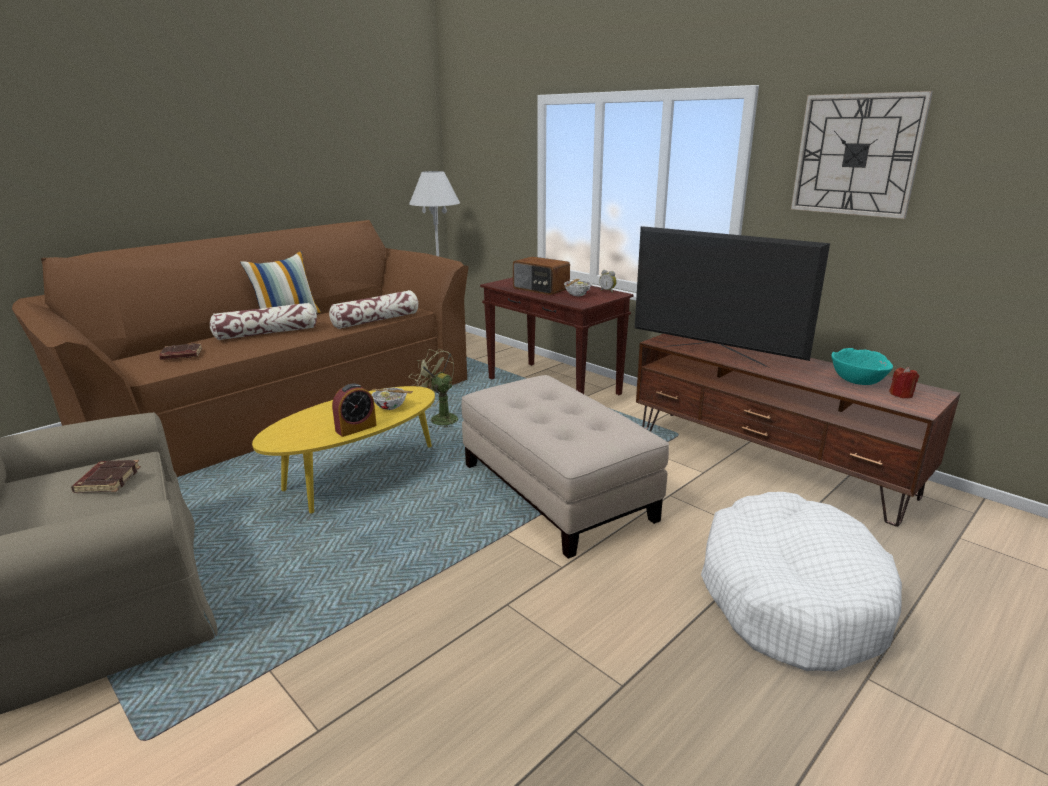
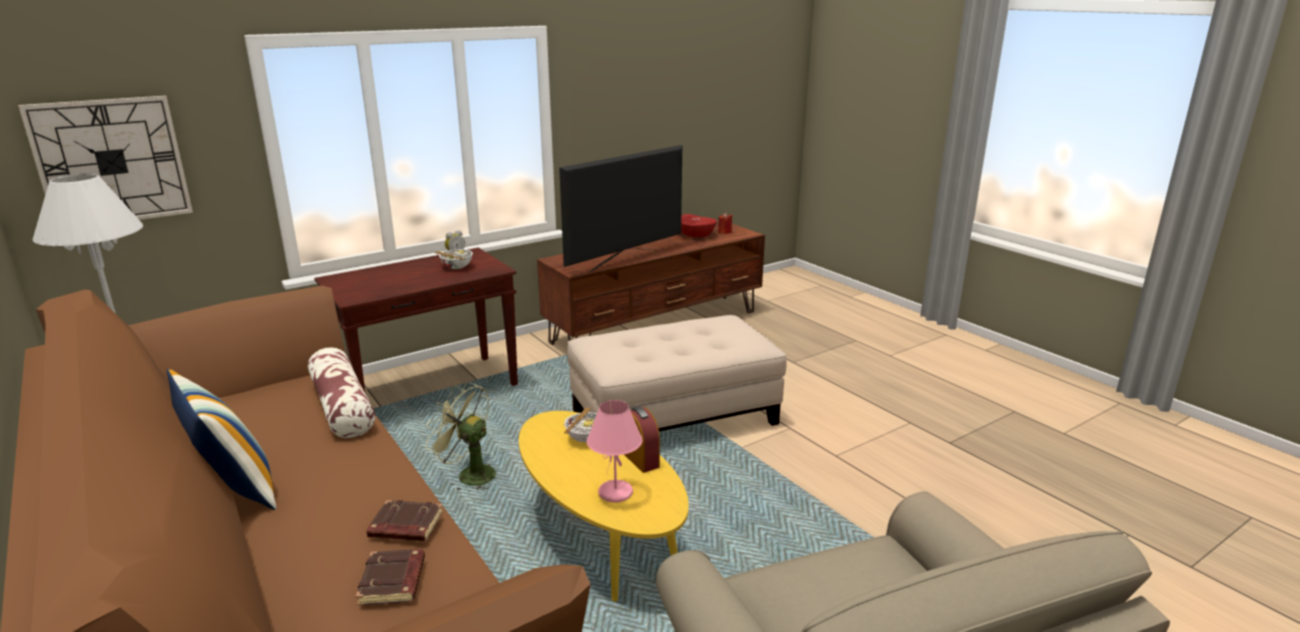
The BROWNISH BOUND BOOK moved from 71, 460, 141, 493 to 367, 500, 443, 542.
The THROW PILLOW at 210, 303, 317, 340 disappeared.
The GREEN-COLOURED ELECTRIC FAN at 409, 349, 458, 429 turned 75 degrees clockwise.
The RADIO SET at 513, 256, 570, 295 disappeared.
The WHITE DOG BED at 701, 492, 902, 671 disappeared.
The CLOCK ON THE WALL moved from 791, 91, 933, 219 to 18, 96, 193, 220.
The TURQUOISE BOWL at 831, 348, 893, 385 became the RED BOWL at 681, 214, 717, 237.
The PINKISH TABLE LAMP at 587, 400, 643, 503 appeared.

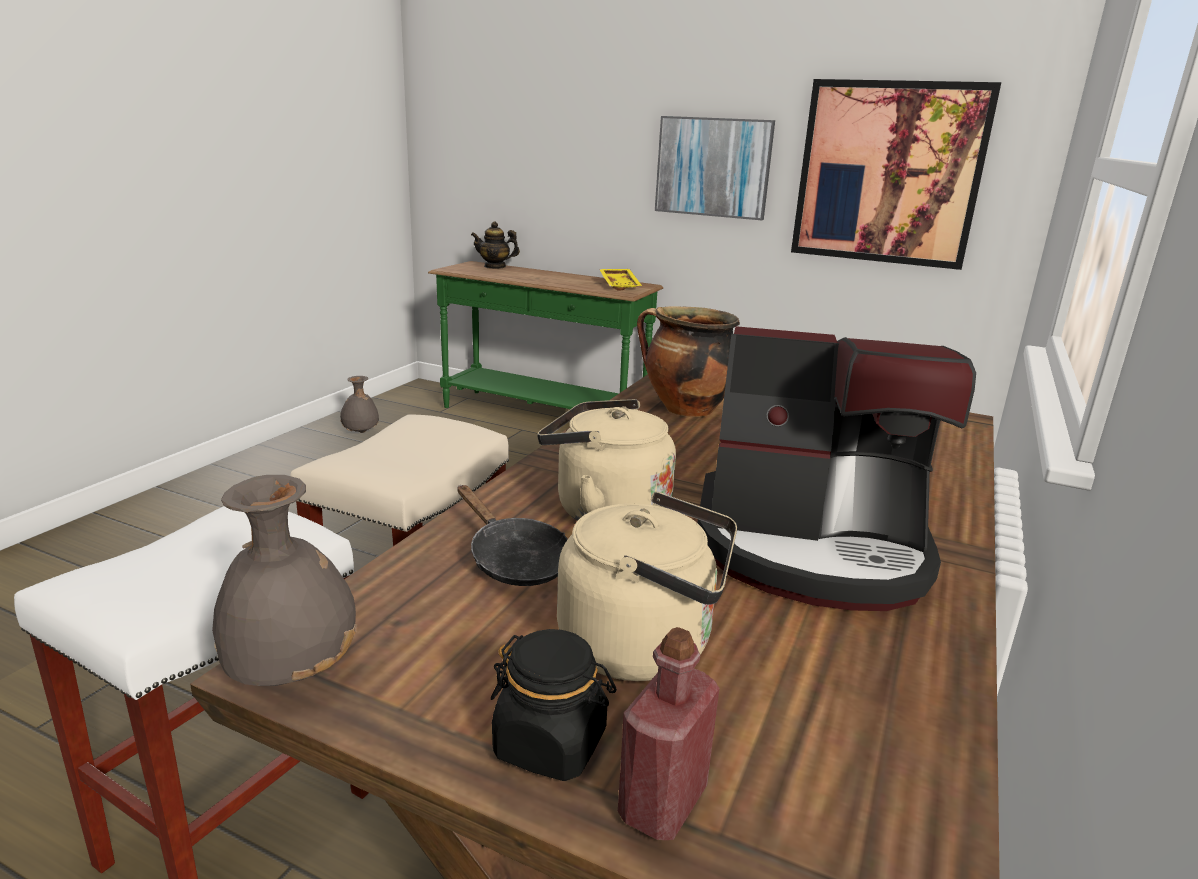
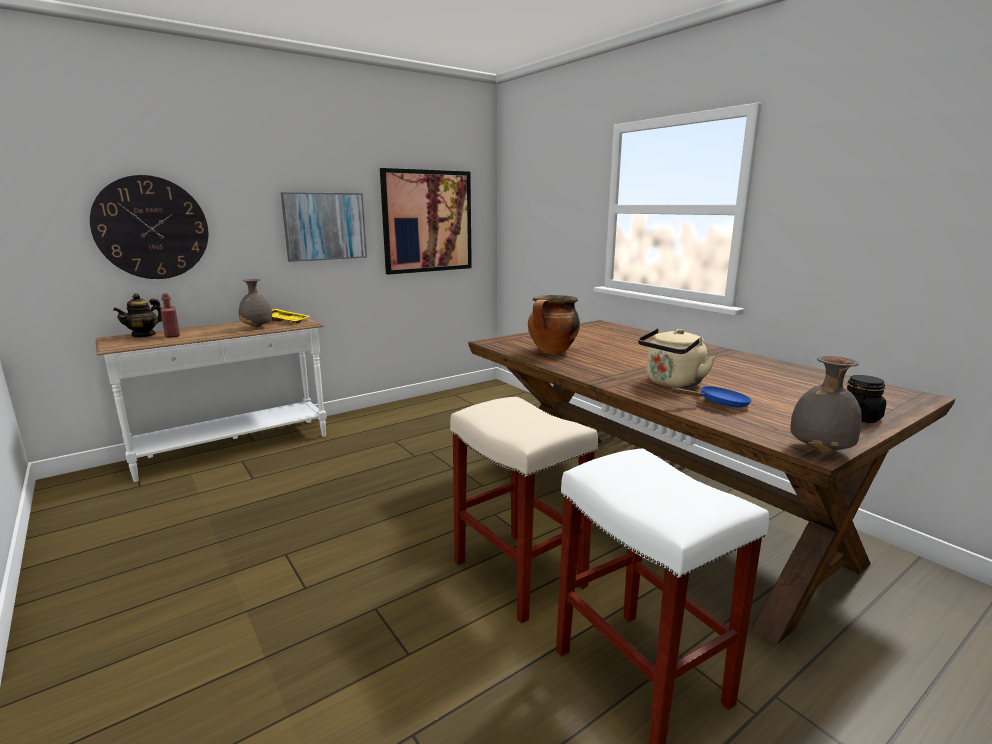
The GREY VASE moved from 340, 376, 379, 433 to 238, 279, 272, 328.
The GREEN-COLOURED NARROW TABLE at 428, 261, 663, 409 became the WHITE NARROW TABLE at 95, 317, 327, 482.
The BLACK SKILLET at 457, 485, 568, 586 became the BLUE SKILLET at 671, 386, 752, 408.
The BEIGE-COLOURED KETTLE at 557, 492, 737, 681 disappeared.
The RED DRINK BOTTLE moved from 618, 627, 720, 840 to 161, 293, 180, 338.
The COFFEE MAKER at 698, 326, 976, 611 disappeared.
The CLOCK ON THE WALL at 90, 175, 208, 279 appeared.

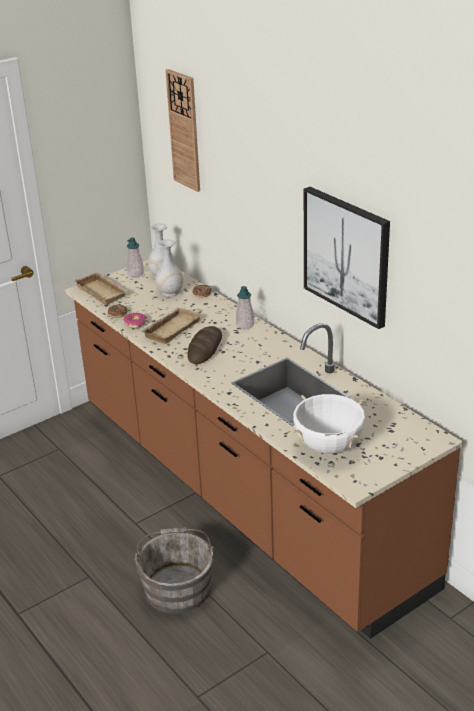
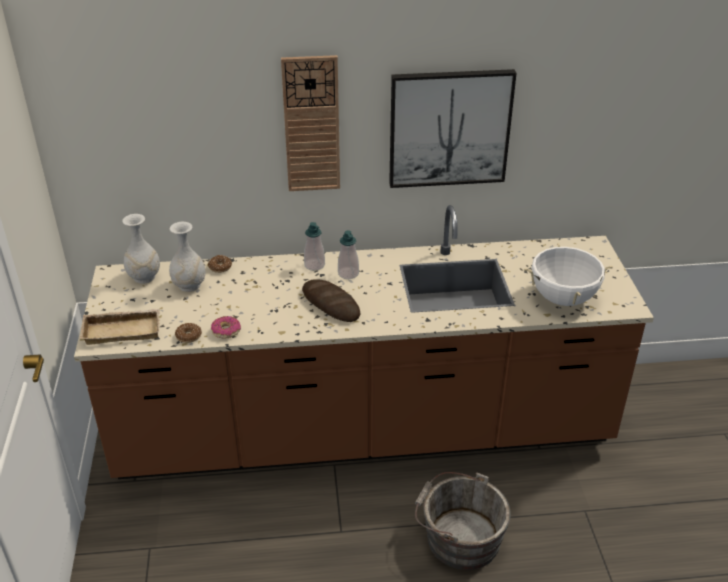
The SOAP BOTTLE moved from 127, 237, 144, 277 to 338, 230, 359, 279.
The BEIGE-COLOURED SERVING TRAY at 142, 307, 201, 344 disappeared.
The CLOCK ON THE WALL moved from 165, 69, 200, 192 to 281, 55, 340, 191.

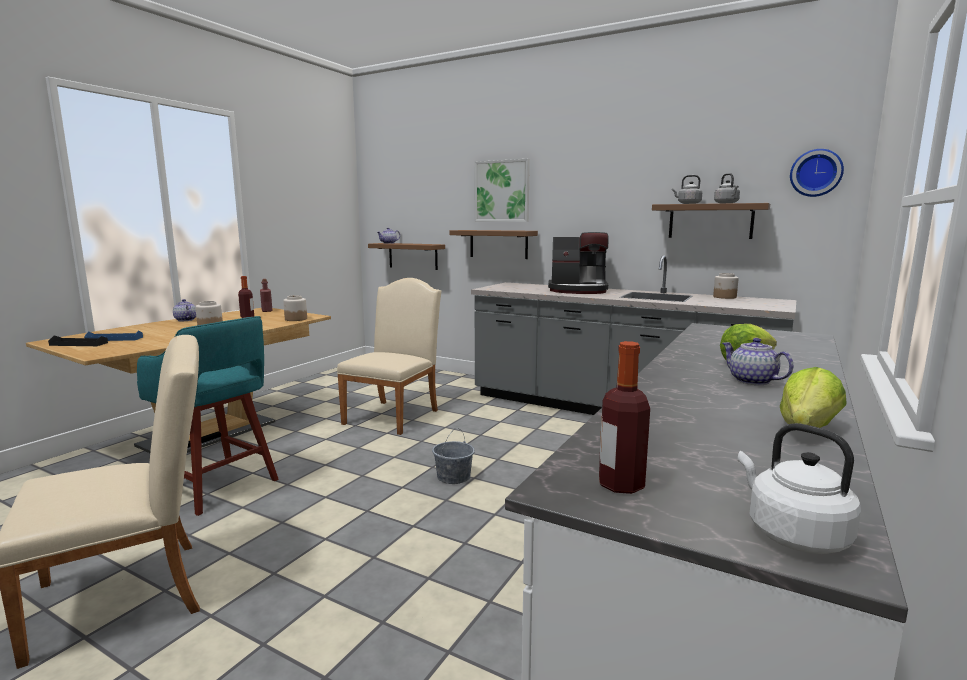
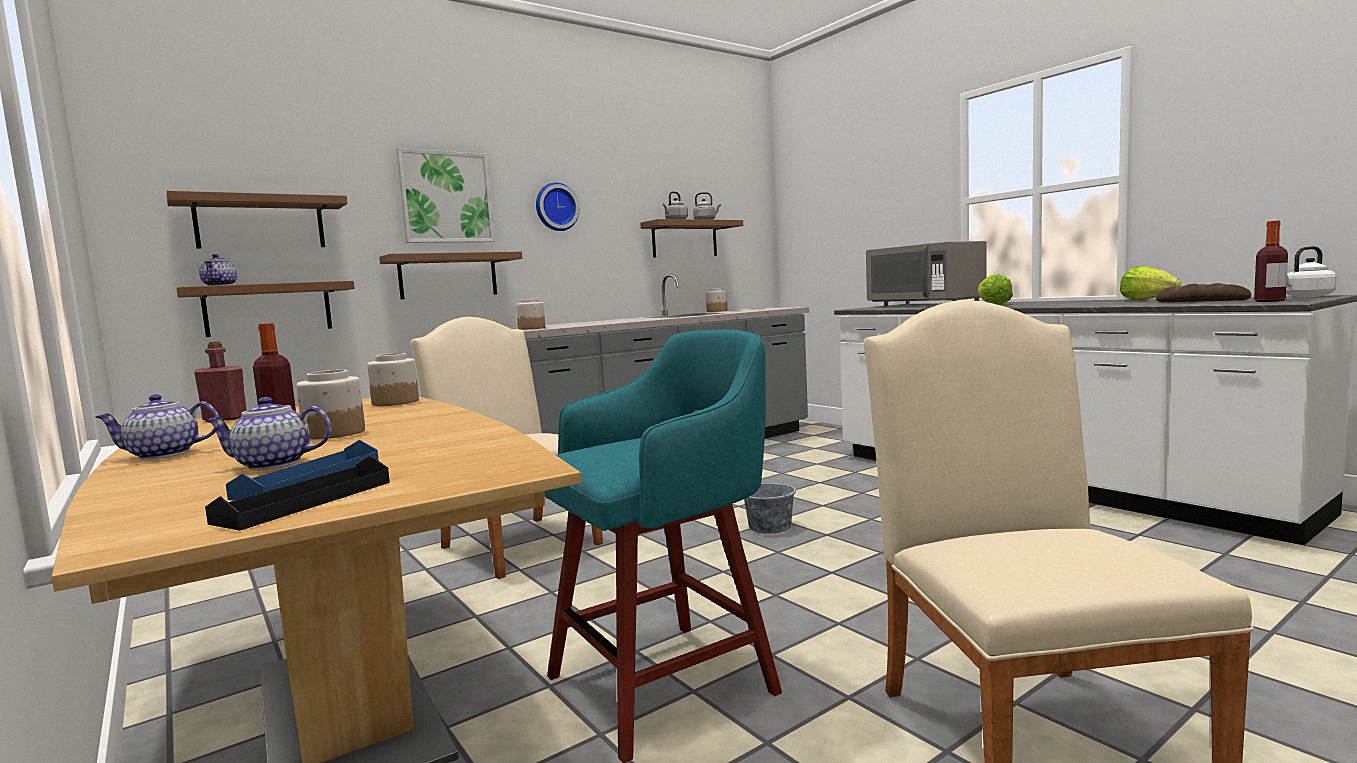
The COFFEE MAKER at 548, 232, 609, 294 disappeared.
The TEAPOT moved from 722, 338, 793, 385 to 204, 397, 331, 470.
The CLOCK ON THE WALL moved from 790, 149, 844, 197 to 536, 182, 579, 231.
The BROWNISH SHELF at 166, 191, 348, 249 appeared.
The PRESERVE JAR at 516, 299, 545, 330 appeared.
The GREY KITCHEN MICROWAVE at 866, 241, 987, 306 appeared.
The BAKERY BREAD at 1156, 283, 1252, 302 appeared.

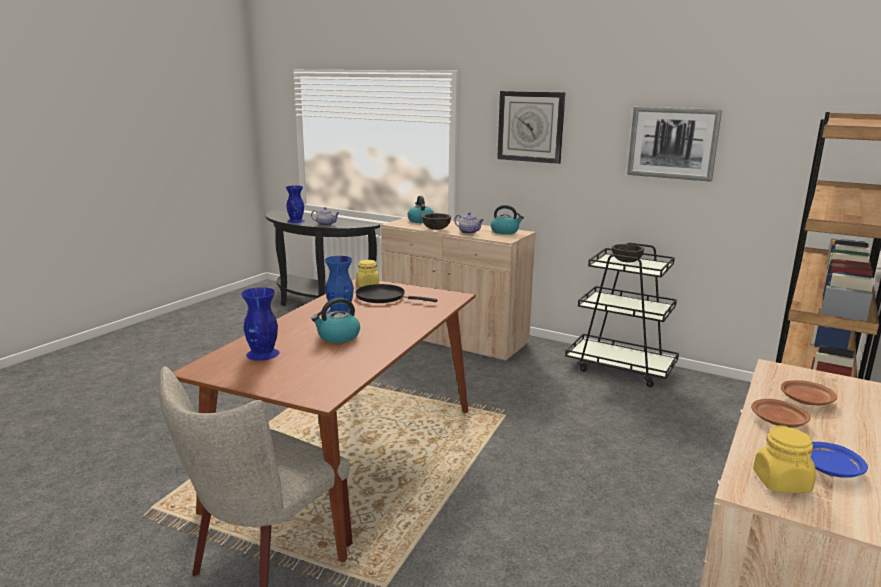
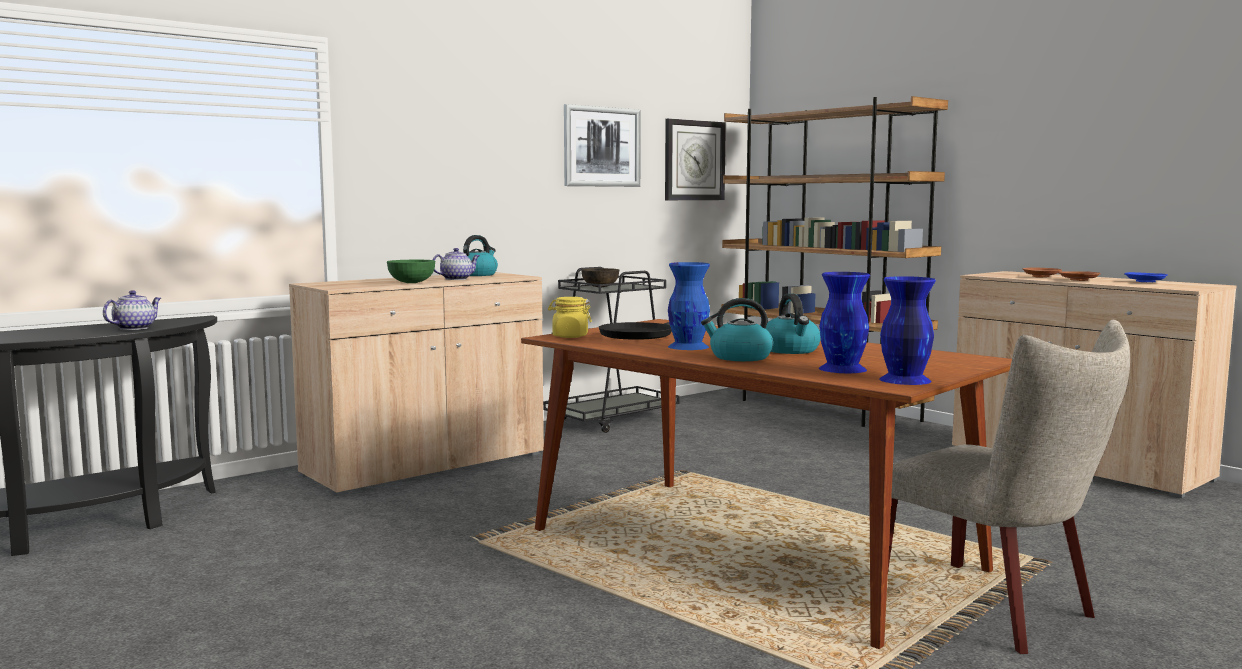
The BLUE VASE moved from 286, 185, 305, 223 to 879, 276, 936, 385.
The KETTLE moved from 408, 196, 434, 223 to 701, 298, 773, 361.
The BROWNISH BOWL at 422, 213, 451, 230 became the GREEN-COLOURED BOWL at 387, 260, 435, 283.
The CLOCK ON THE WALL moved from 497, 91, 565, 164 to 665, 118, 726, 200.
The YELLOW-COLOURED PRESERVE JAR at 753, 425, 816, 493 disappeared.

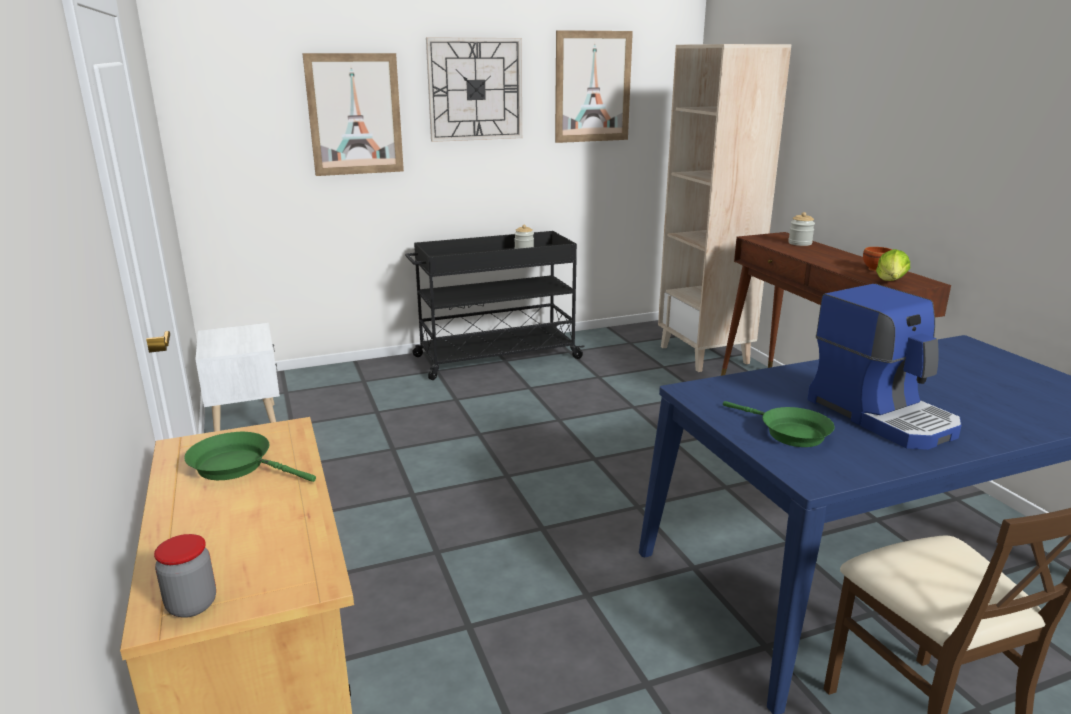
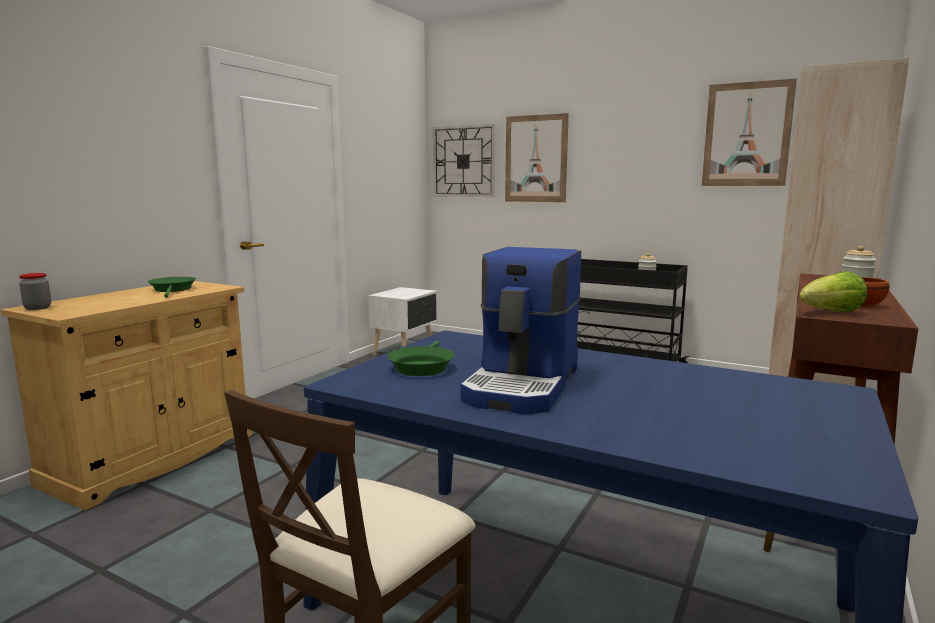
The CLOCK ON THE WALL moved from 426, 37, 522, 142 to 433, 124, 495, 197.

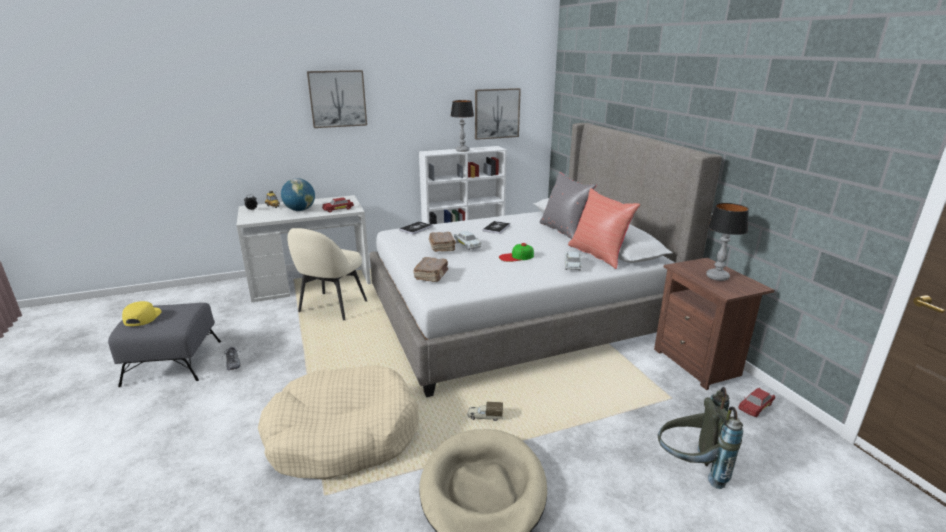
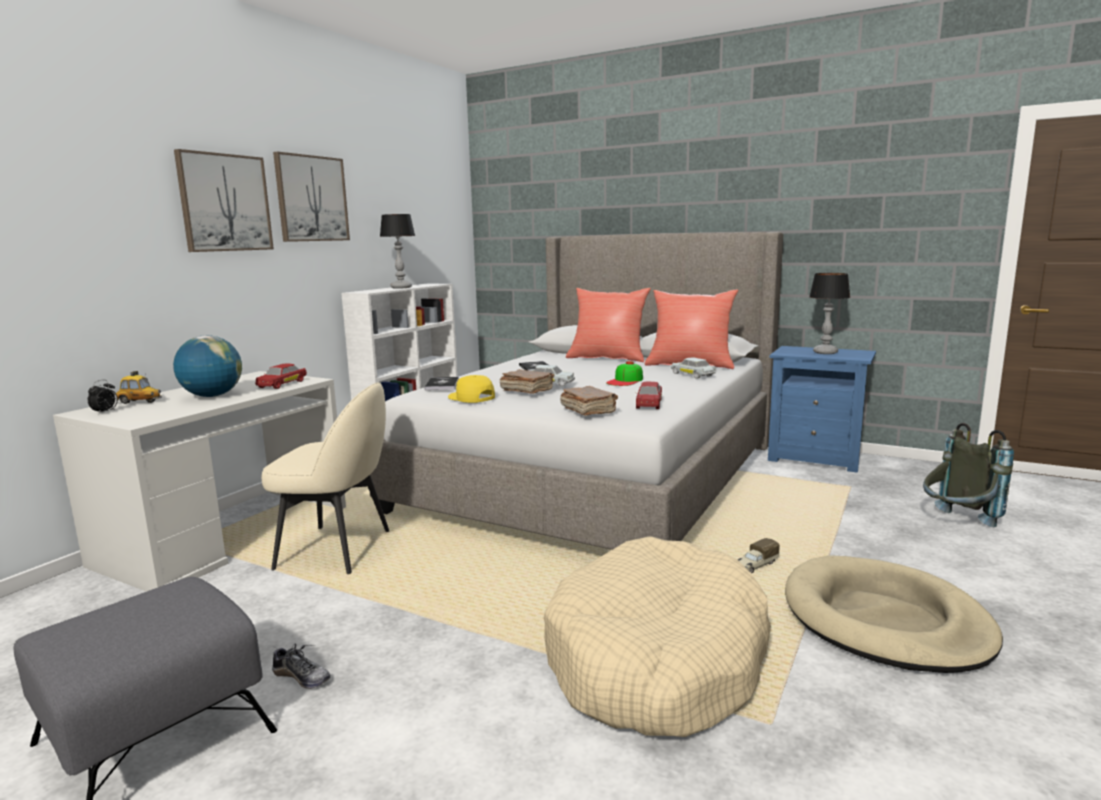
The YELLOW-COLOURED PEAKED CAP moved from 122, 301, 162, 326 to 448, 375, 495, 403.
The BEIGE-COLOURED PLAIN CHAIR at 287, 228, 367, 320 turned 60 degrees counterclockwise.
The PICTURE moved from 475, 88, 521, 140 to 273, 152, 350, 242.
The GREY THROW PILLOW at 539, 172, 596, 239 became the RED THROW PILLOW at 566, 288, 651, 362.
The BROWNISH NIGHT TABLE at 654, 258, 775, 390 became the BLUE NIGHT TABLE at 768, 346, 876, 473.
The RED MINIATURE CAR moved from 738, 388, 775, 417 to 636, 382, 662, 409.

